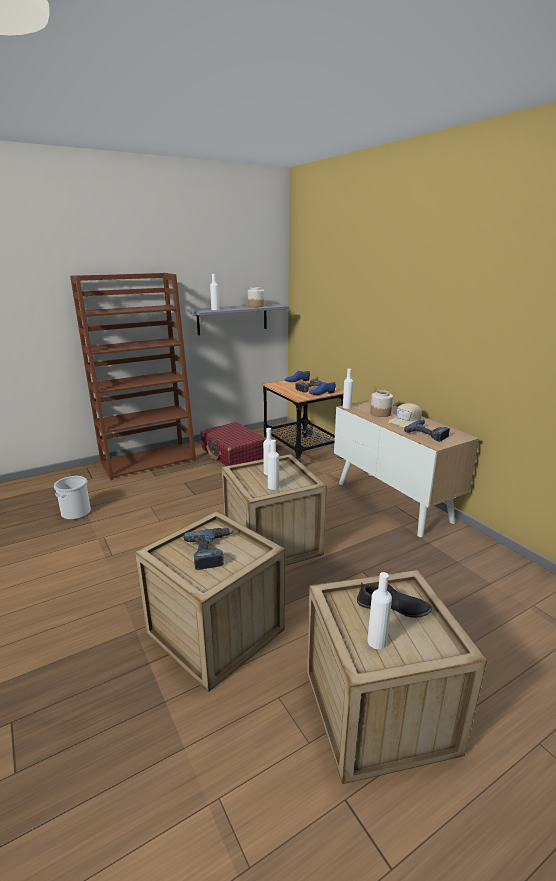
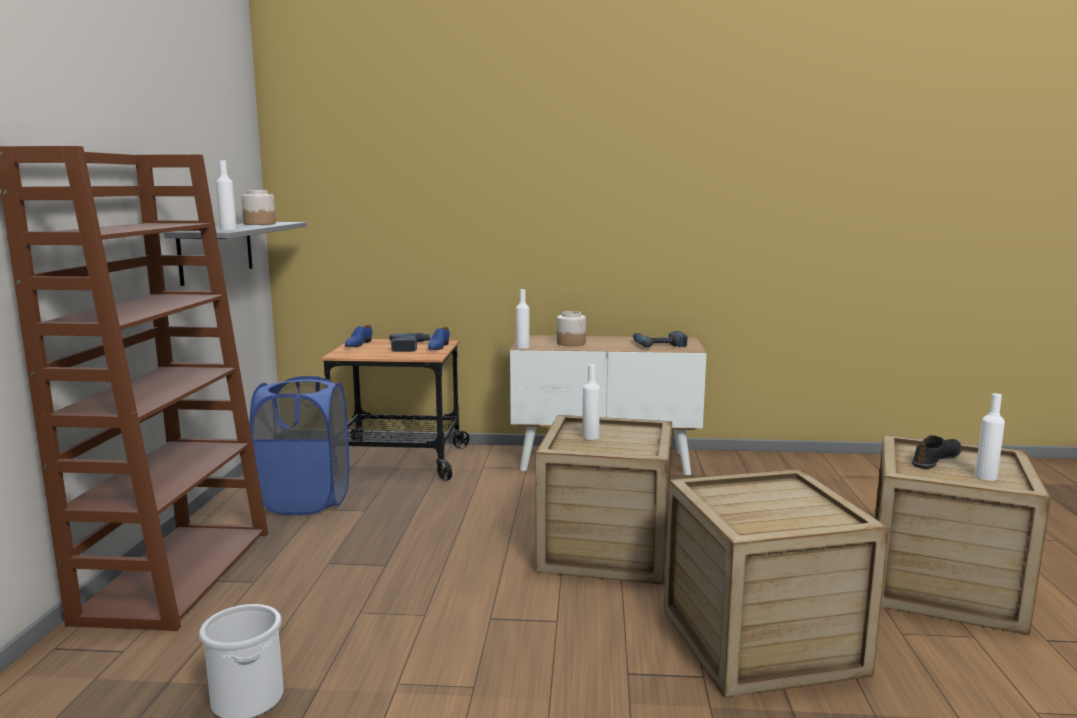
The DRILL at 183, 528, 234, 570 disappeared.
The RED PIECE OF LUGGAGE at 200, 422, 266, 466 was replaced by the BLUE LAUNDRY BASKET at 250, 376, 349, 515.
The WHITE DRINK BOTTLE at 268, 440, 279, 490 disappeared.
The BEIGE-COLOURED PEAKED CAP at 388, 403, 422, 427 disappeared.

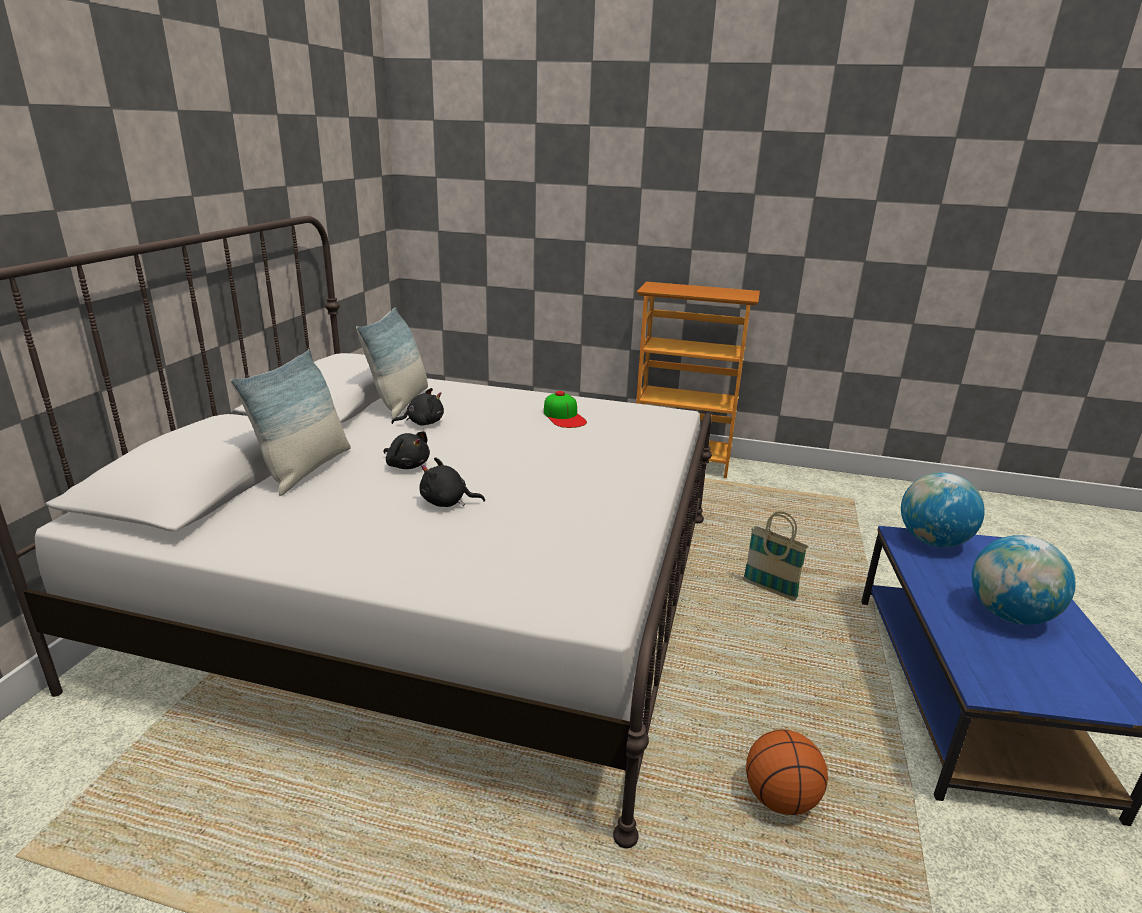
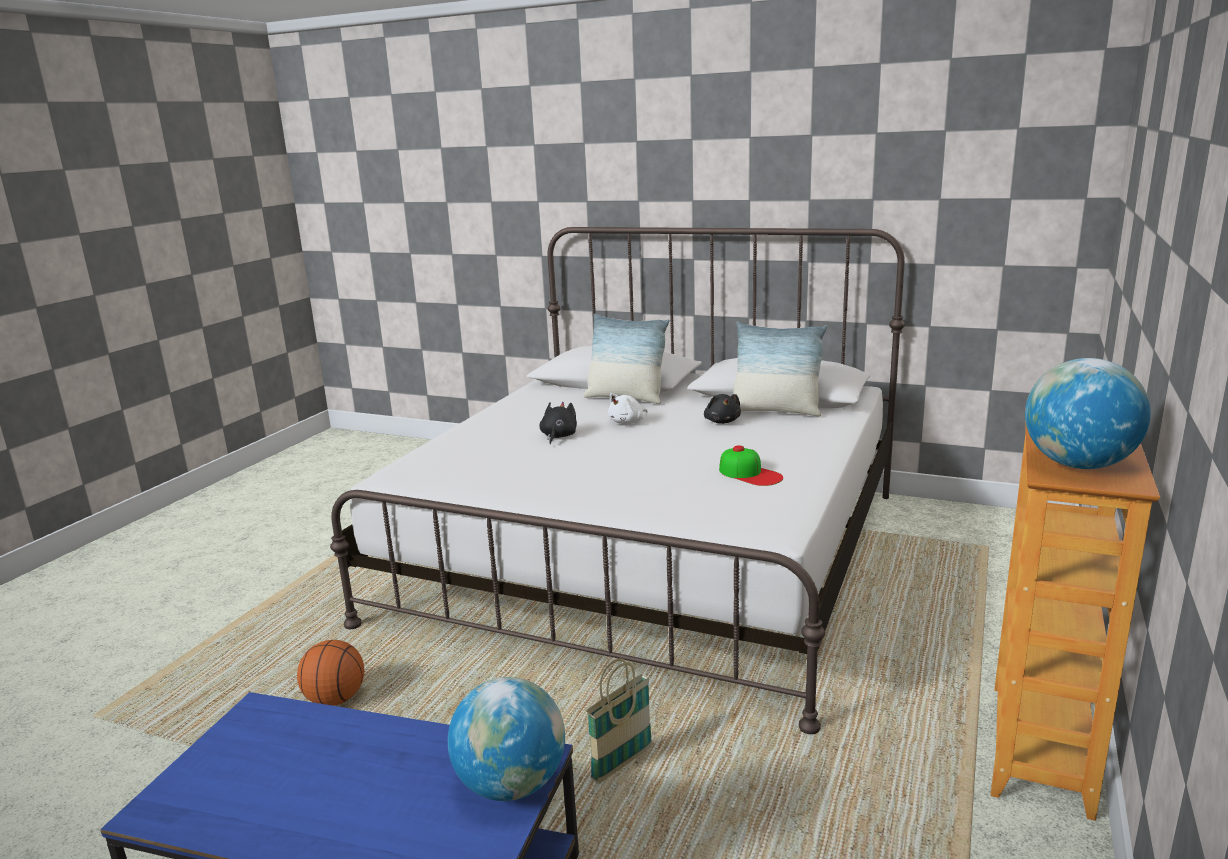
The BLACK CUDDLY TOY at 384, 431, 430, 469 became the WHITE CUDDLY TOY at 608, 393, 648, 424.
The PEAKED CAP at 544, 391, 587, 428 turned 120 degrees counterclockwise.
The DESK GLOBE moved from 972, 535, 1076, 625 to 1025, 358, 1151, 469.

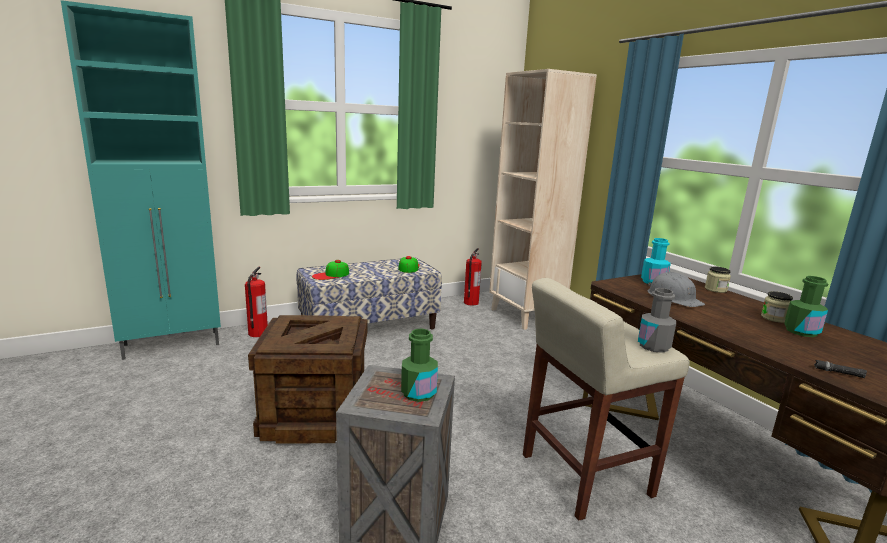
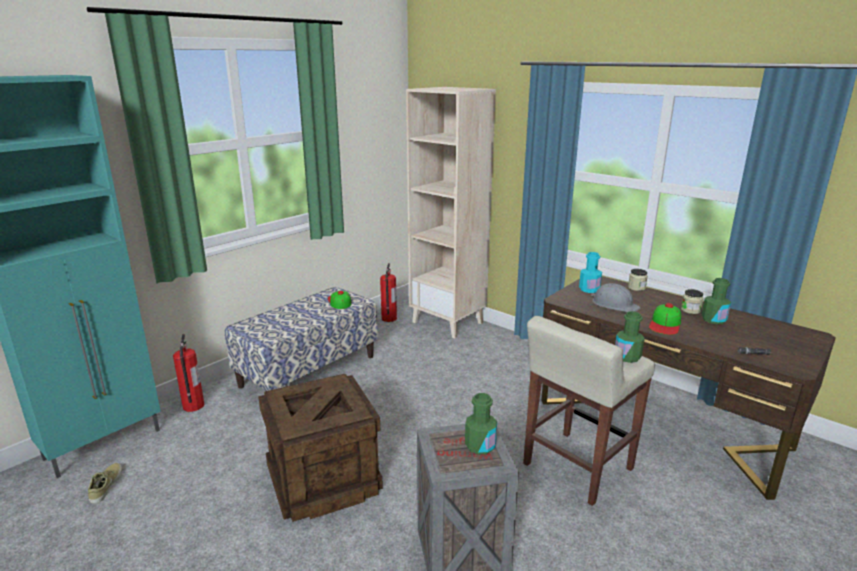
The PEAKED CAP moved from 312, 260, 349, 280 to 649, 303, 681, 335.
The GREY DRINK BOTTLE at 638, 288, 676, 353 became the GREEN-COLOURED DRINK BOTTLE at 615, 311, 645, 363.
The BEIGE-COLOURED SHOE at 88, 463, 122, 503 appeared.

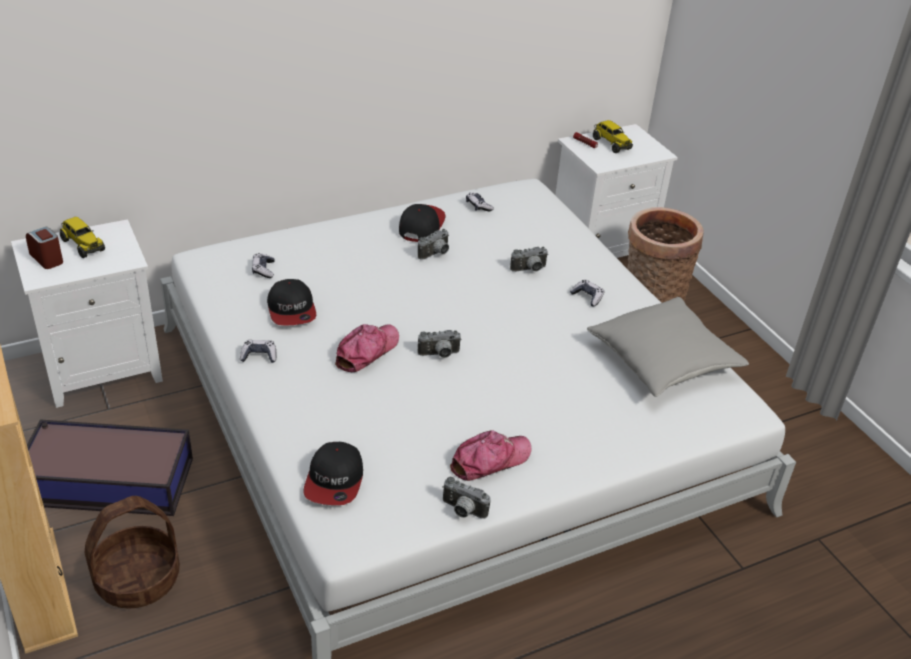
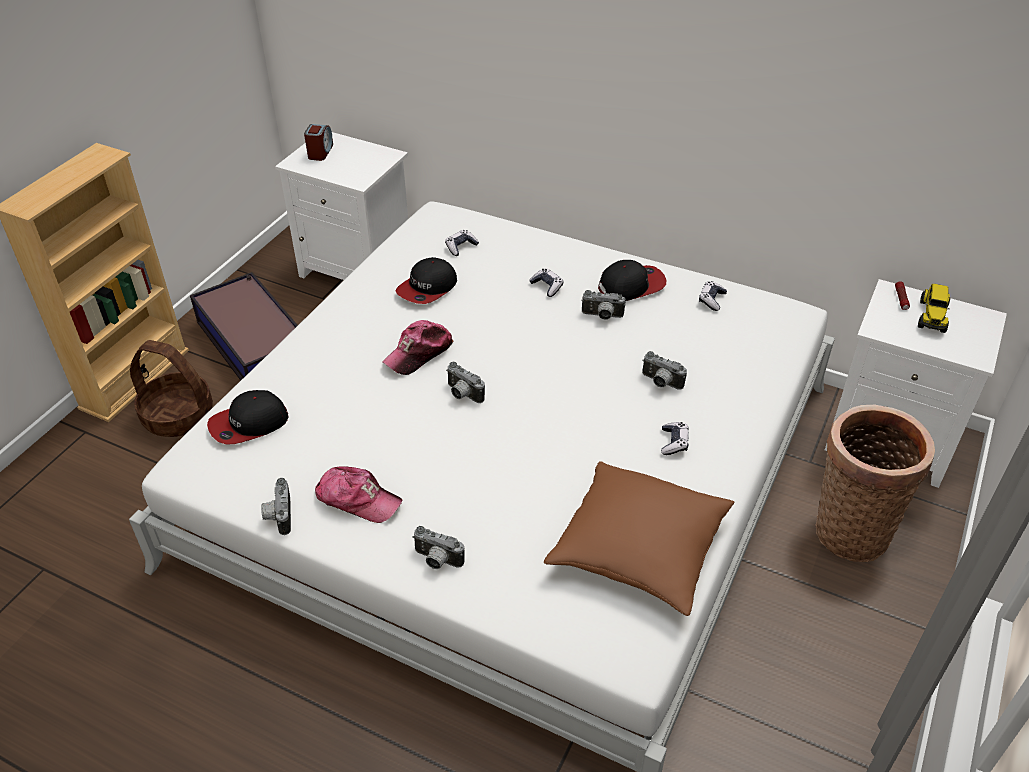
The TOY TRUCK at 60, 217, 105, 258 disappeared.
The JOYPAD moved from 240, 340, 277, 363 to 529, 268, 564, 297.
The PEAKED CAP at 335, 324, 399, 372 turned 135 degrees clockwise.
The GREY THROW PILLOW at 587, 297, 749, 397 became the BROWNISH THROW PILLOW at 544, 461, 734, 616.
The PHOTO CAMERA at 412, 526, 464, 569 appeared.

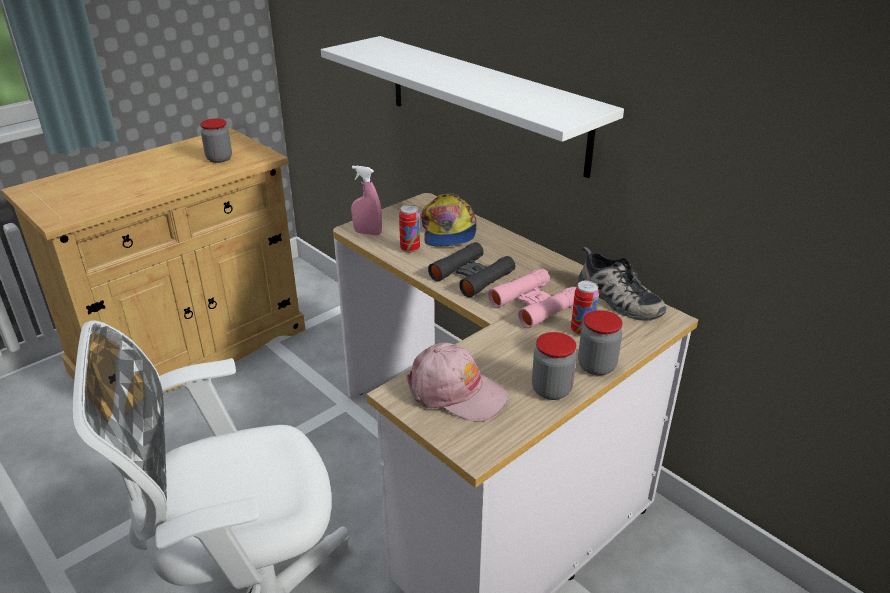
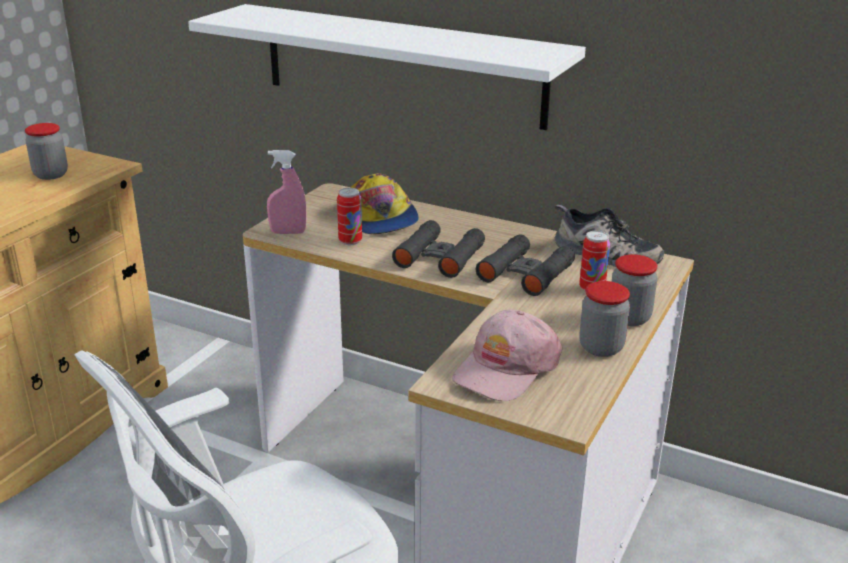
The PINKISH PEAKED CAP at 406, 342, 509, 422 turned 120 degrees clockwise.
The PINKISH BINOCULARS at 488, 268, 576, 328 became the BLACK BINOCULARS at 476, 234, 575, 296.

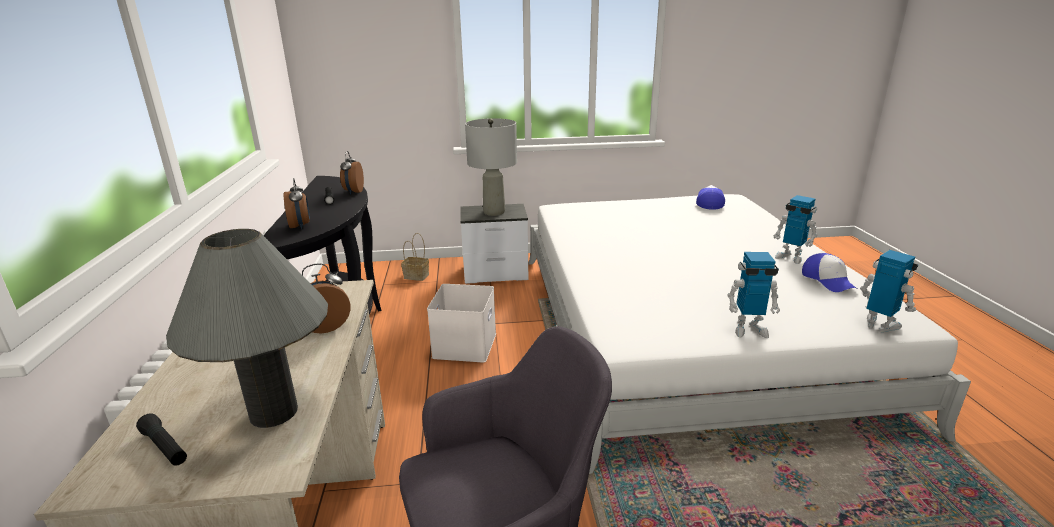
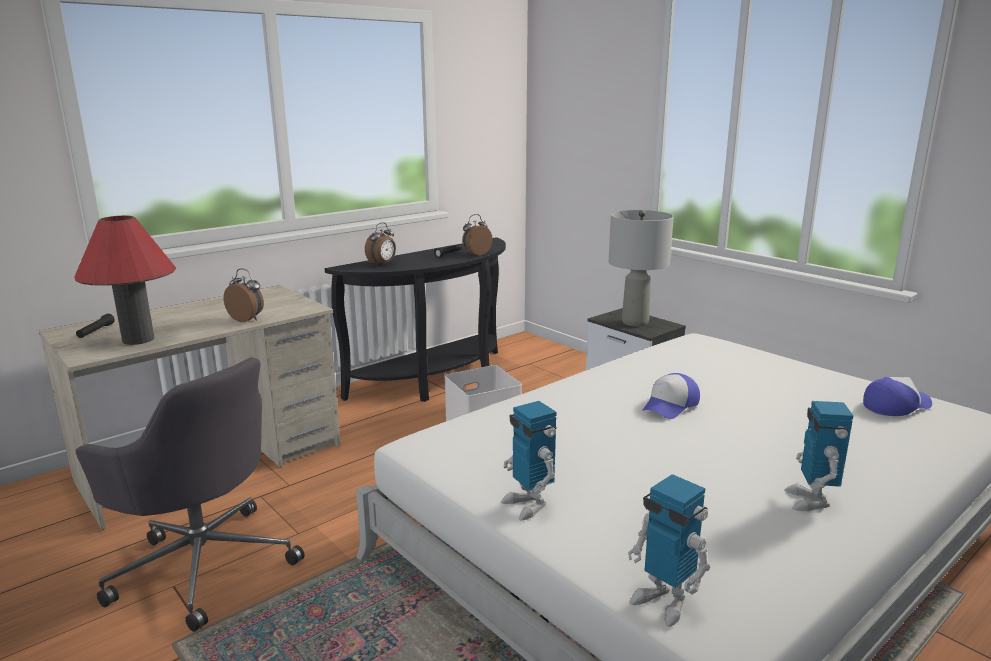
The GREY TABLE LAMP at 166, 229, 328, 428 became the RED TABLE LAMP at 75, 216, 176, 345.
The HOUSEHOLD BASKET at 401, 233, 429, 281 disappeared.
The PEAKED CAP moved from 802, 253, 857, 292 to 642, 373, 700, 419.
The ROBOT FIGURE at 860, 250, 918, 332 turned 120 degrees clockwise.

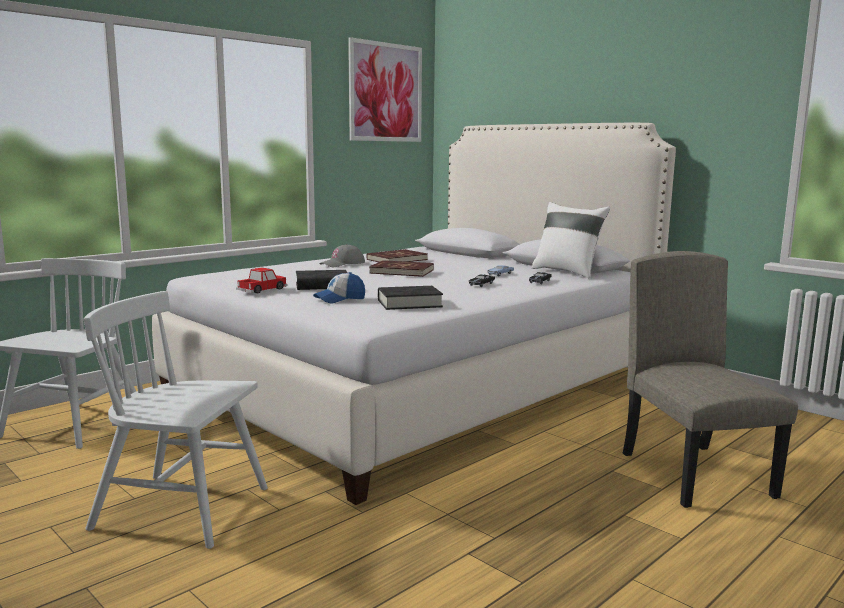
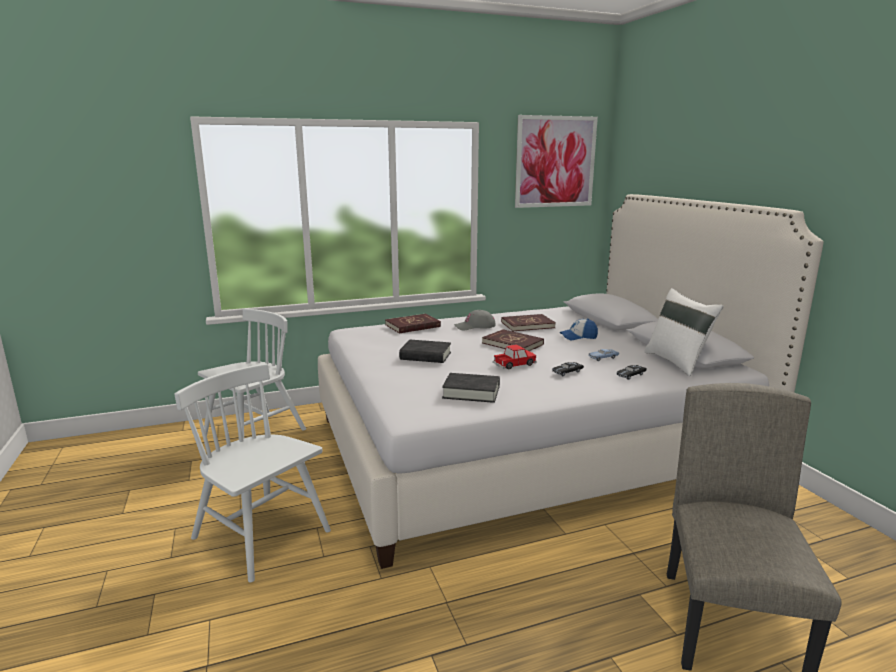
The MINIATURE CAR moved from 236, 268, 287, 294 to 493, 344, 537, 369.
The PEAKED CAP moved from 313, 272, 365, 303 to 560, 319, 598, 340.
The RED BOUND BOOK at 385, 314, 441, 334 appeared.

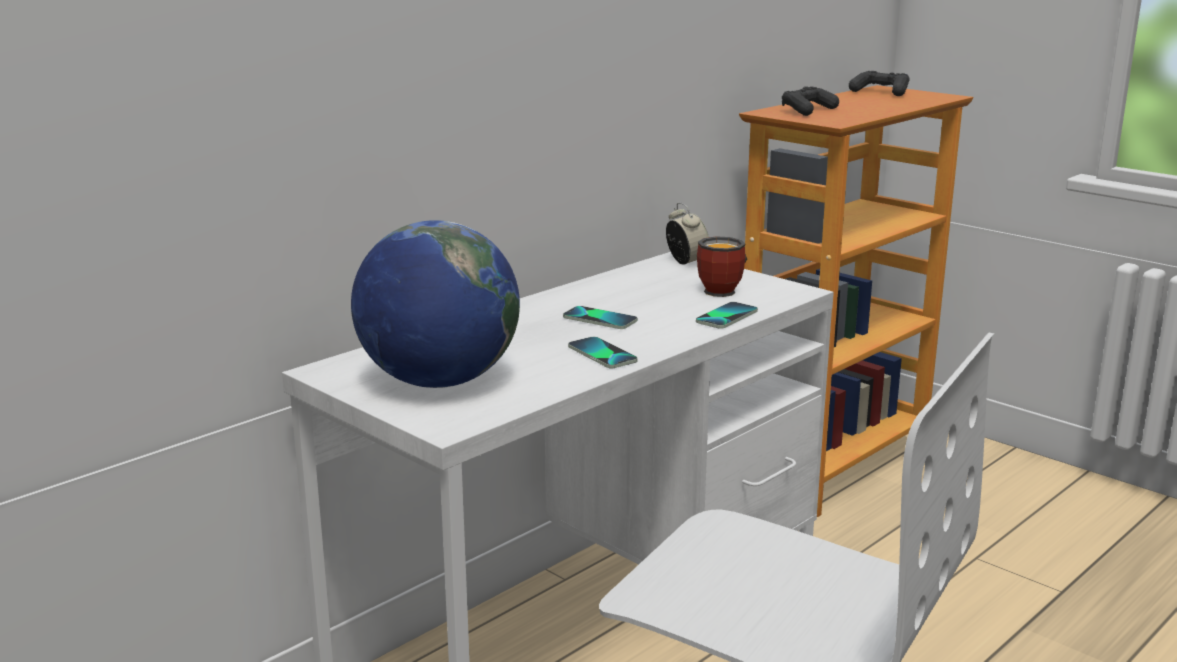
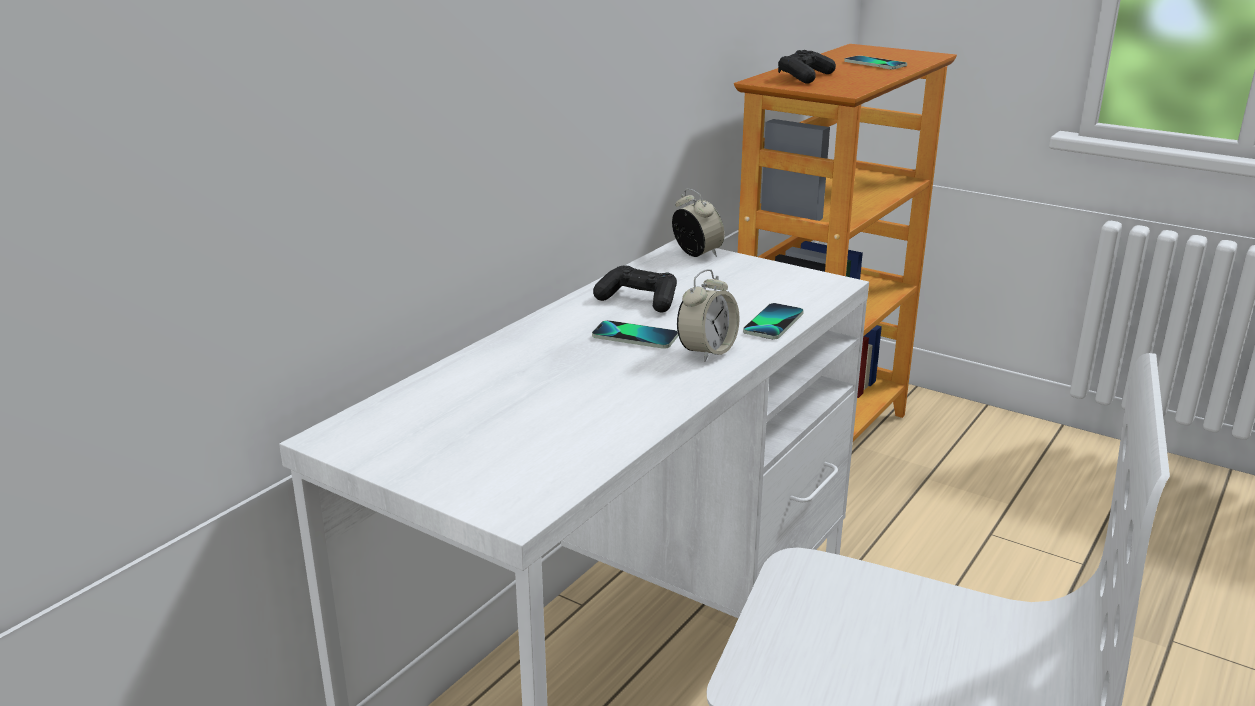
The DESK GLOBE at 351, 220, 520, 388 disappeared.
The HANDSET moved from 568, 337, 638, 369 to 844, 56, 907, 70.
The MUG at 697, 236, 747, 297 disappeared.
The BLACK JOYPAD moved from 849, 71, 910, 96 to 593, 265, 677, 313.
The BEDSIDE CLOCK at 677, 269, 740, 362 appeared.

